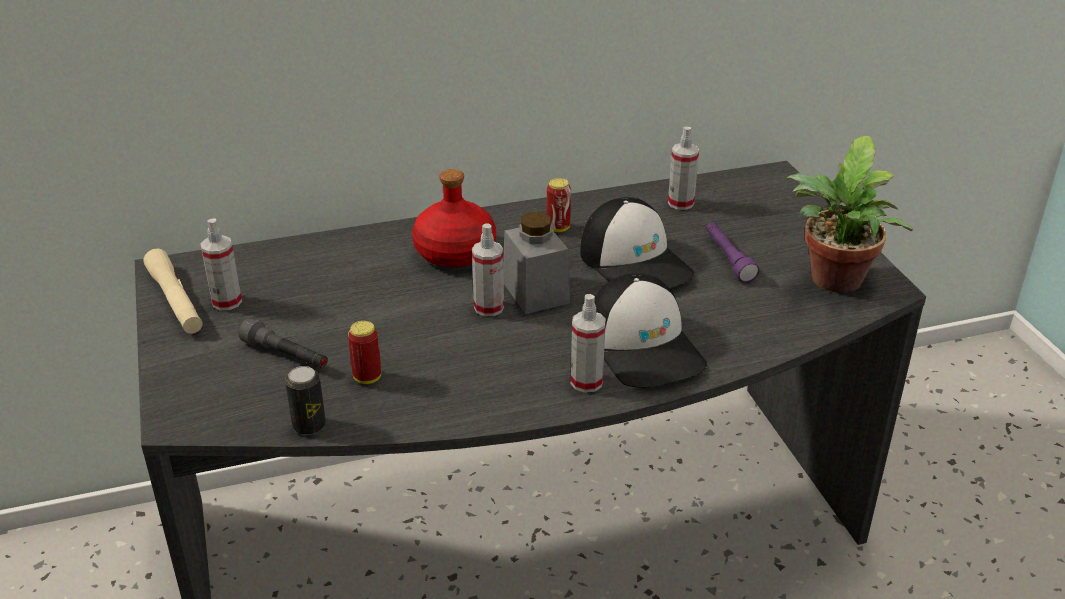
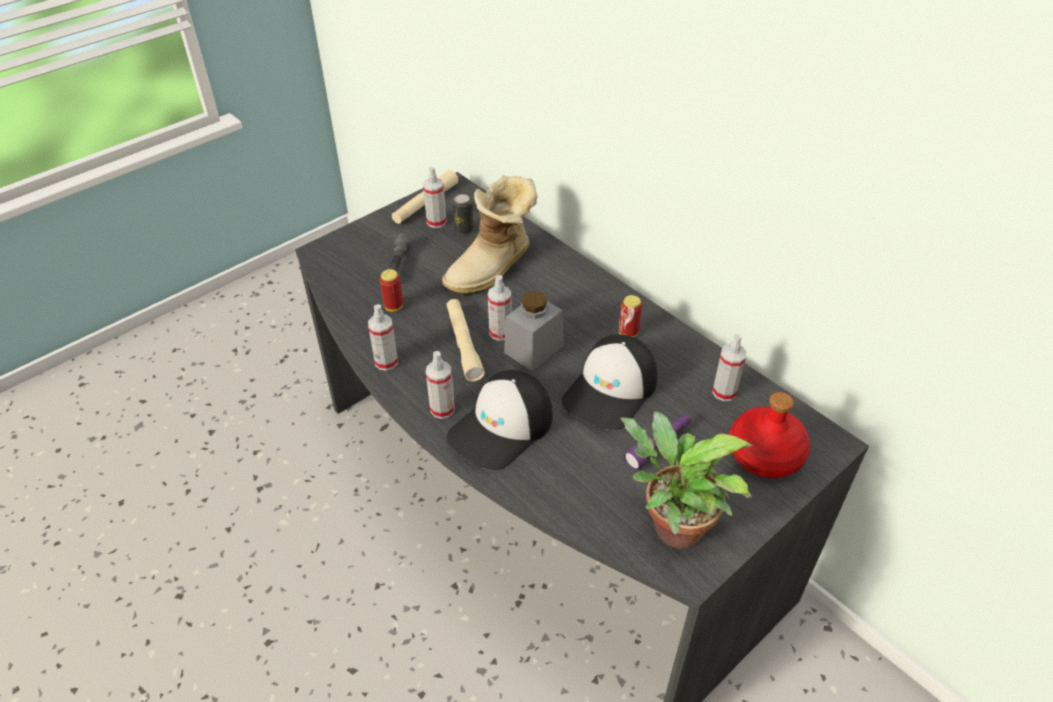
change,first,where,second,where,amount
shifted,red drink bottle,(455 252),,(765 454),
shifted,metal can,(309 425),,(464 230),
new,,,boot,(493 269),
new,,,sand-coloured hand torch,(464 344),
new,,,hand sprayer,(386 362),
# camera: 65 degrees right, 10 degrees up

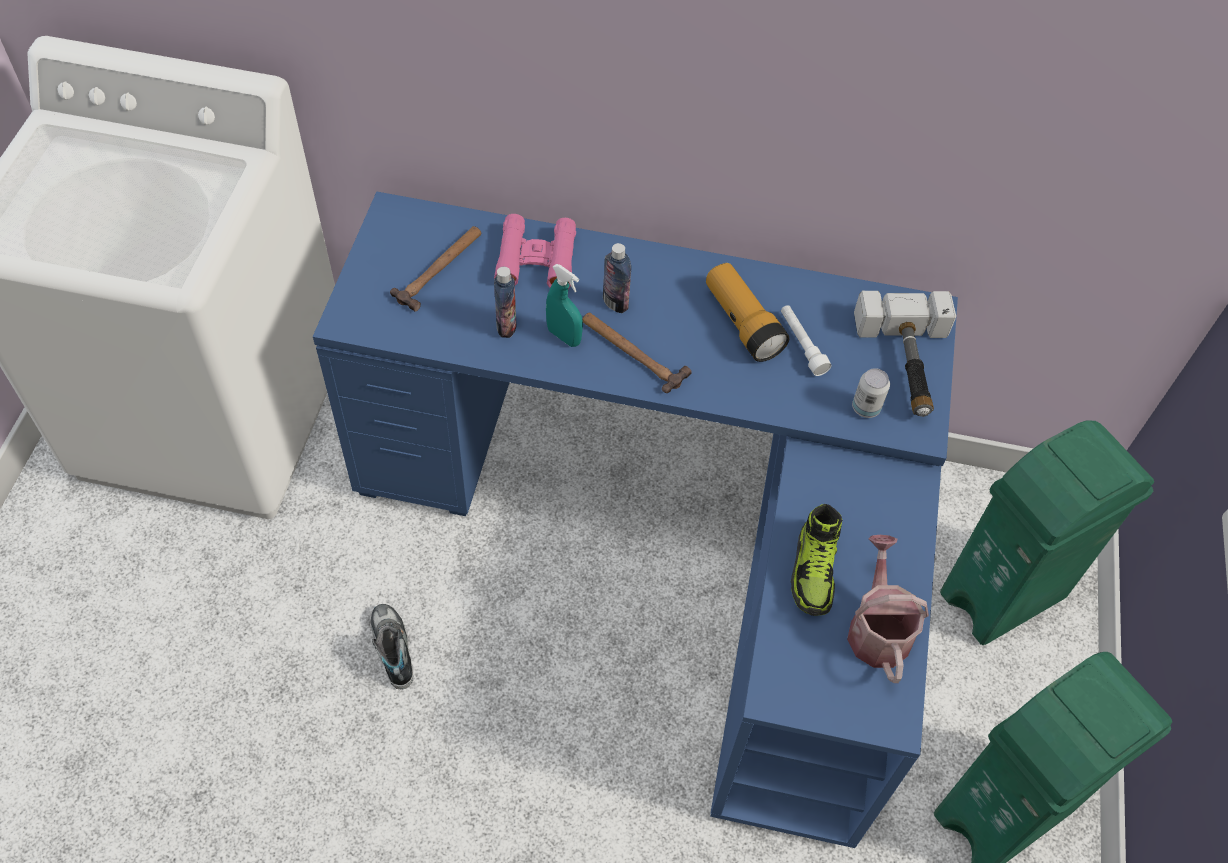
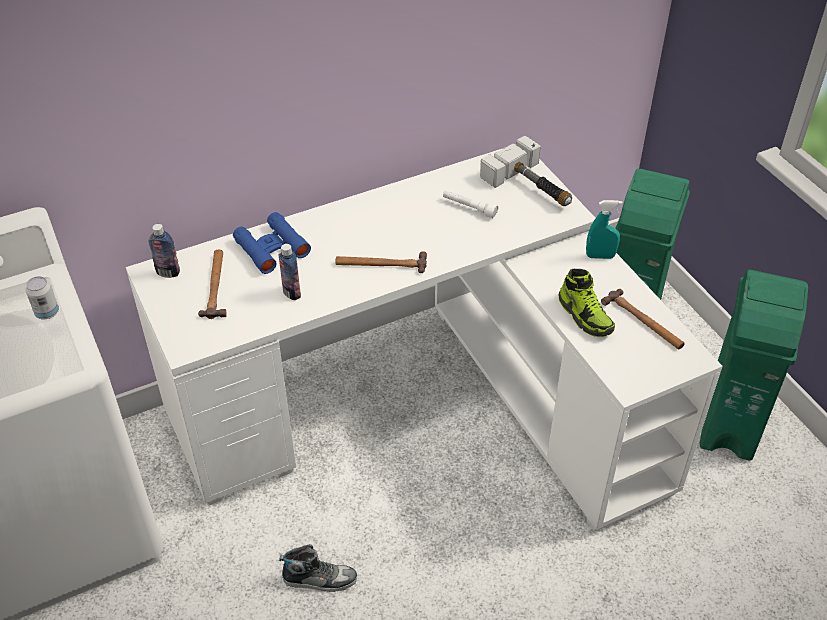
change,first,where,second,where,amount
repainted,bluish desk unit,(670 535),white-coloured desk unit,(428 401),
repainted,pinkish field glasses,(536 259),bluish field glasses,(272 248),
shifted,drink bottle,(615 303),,(168 272),
gone,hand torch,(742 323),,,
shifted,blue-green hand sprayer,(564 336),,(600 256),
shifted,metal can,(865 408),,(47 313),
swapped,sprinkling can,(877 628),hammer,(643 322),
rotated,low shoe,(392 648),,(319 579),150 degrees clockwise
# camera: 35 degrees left, 10 degrees down

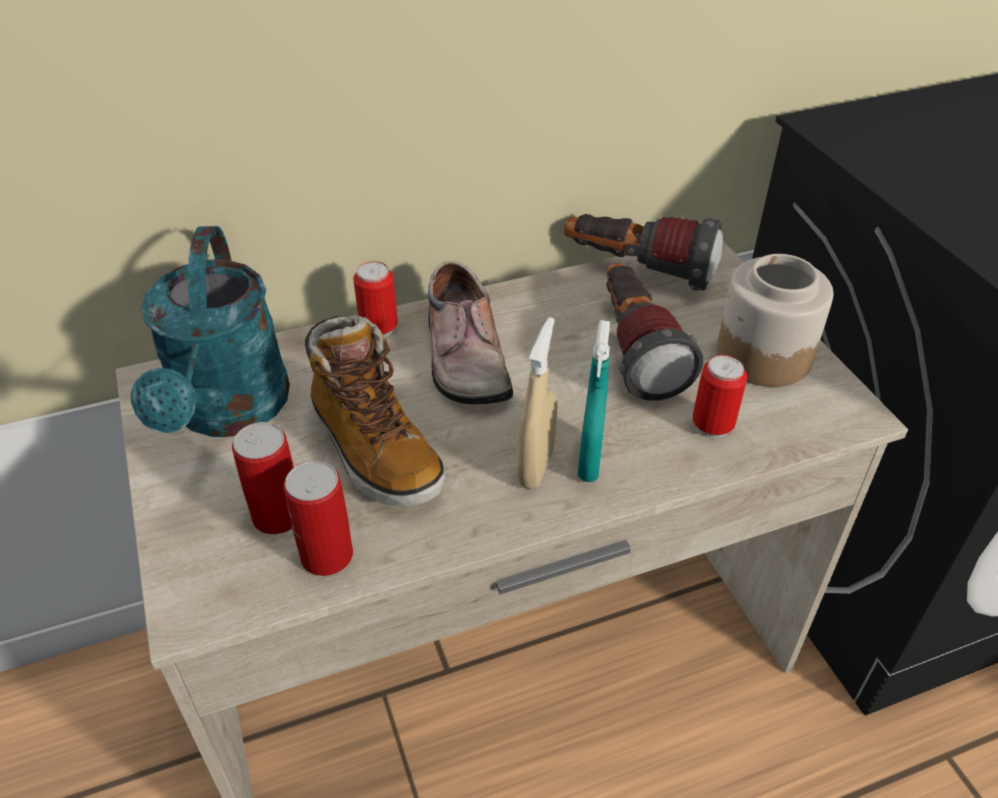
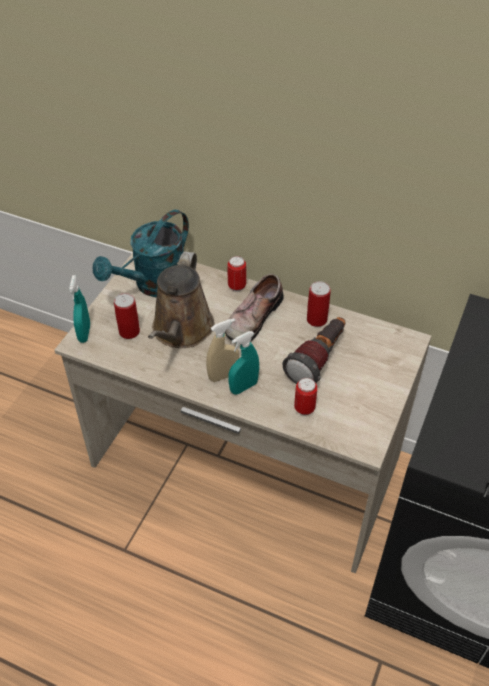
change,first,where,second,where,amount
gone,hand torch,(637 271),,,
gone,preserve jar,(762 355),,,
swapped,boot,(374 449),brown sprinkling can,(181 331),
shifted,metal can,(327 555),,(316 319),
new,,,blue-green hand sprayer,(84 333),
# camera: 45 degrees right, 5 degrees up

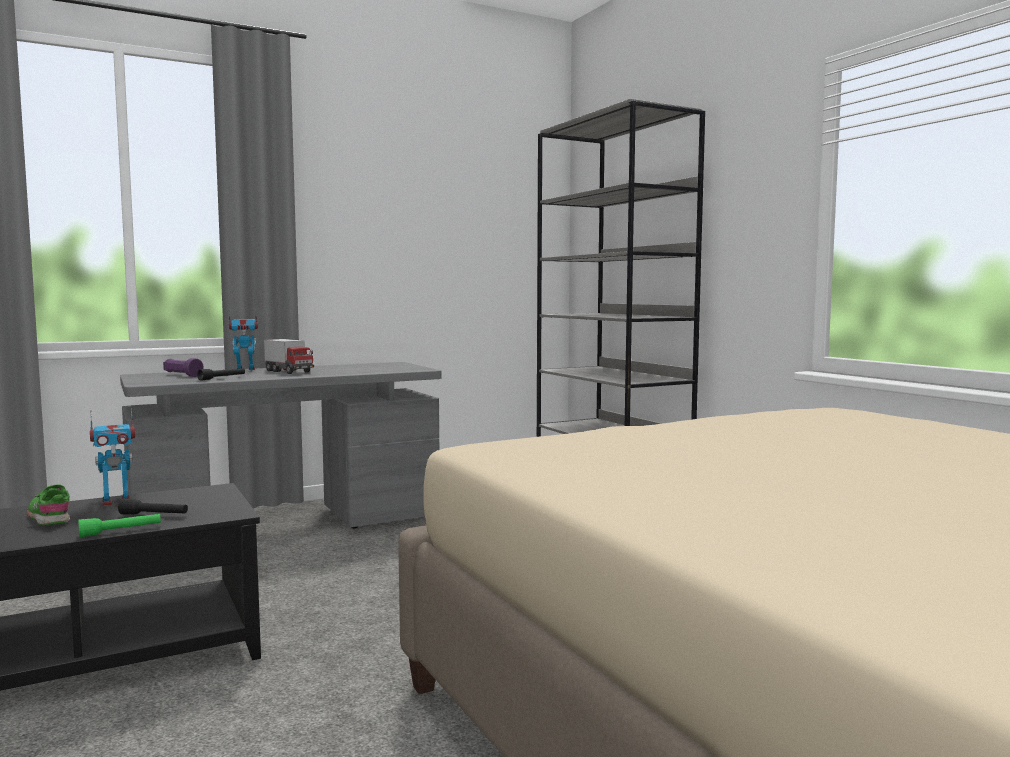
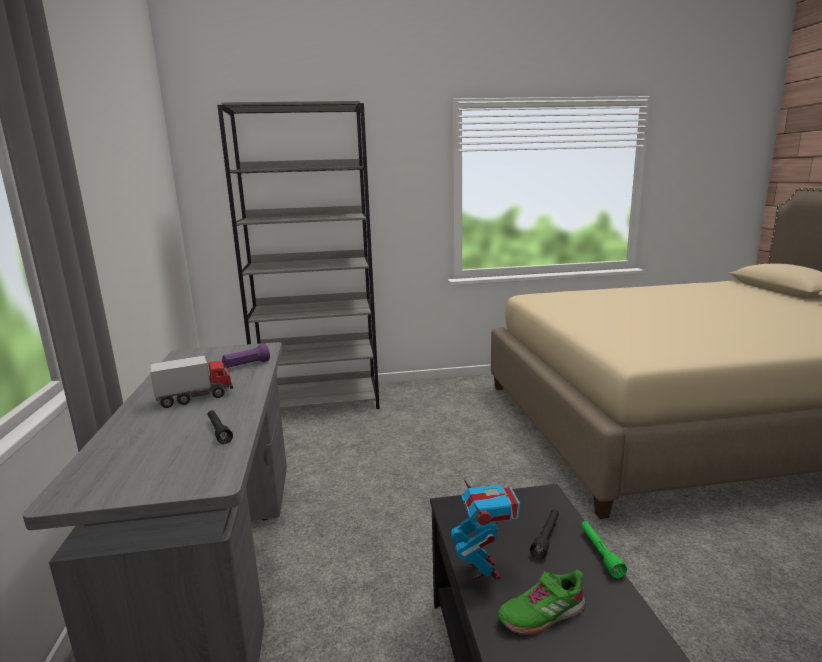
change,first,where,second,where,amount
gone,toy robot,(245 370),,,
shifted,purple-coloured hand torch,(182 375),,(246 365),
# camera: 70 degrees left, 10 degrees up

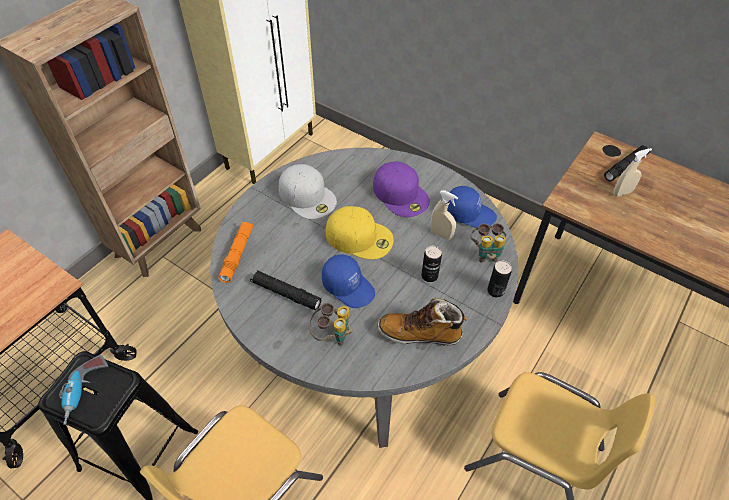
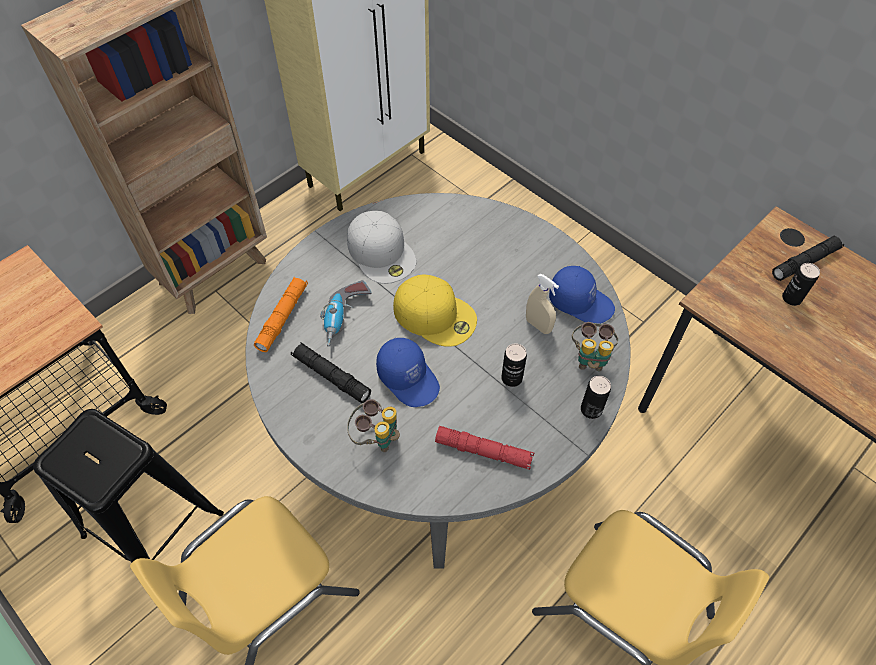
change,first,where,second,where,amount
swapped,sand-coloured hand sprayer,(622 192),metal can,(791 298),
gone,purple-coloured peaked cap,(401 194),,,
swapped,boot,(420 333),red hand torch,(483 451),
shifted,power drill,(85 392),,(345 318),
# camera: 10 degrees right, 5 degrees up

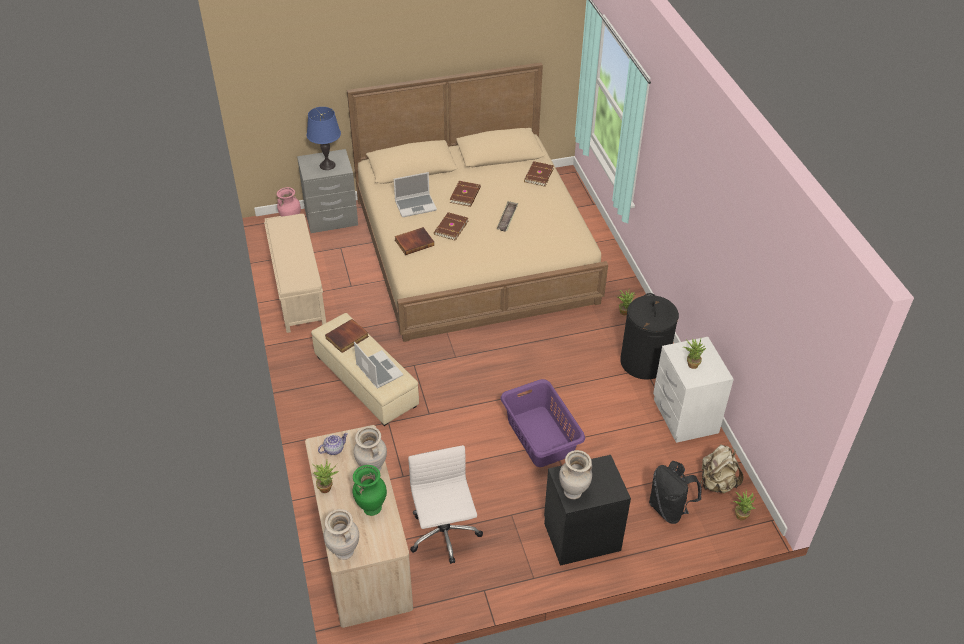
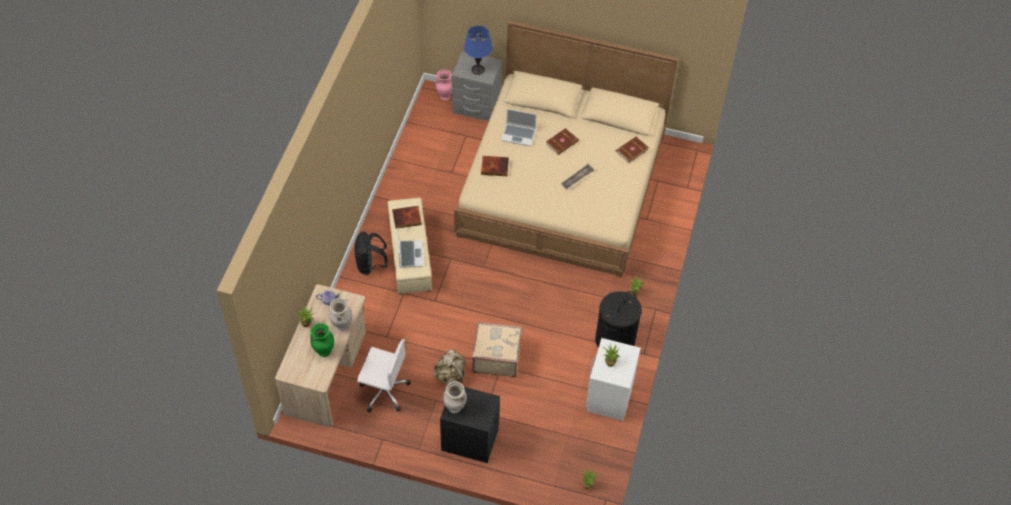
change,first,where,second,where,amount
gone,brown volume,(450 228),,,
gone,sand-coloured bench,(297 289),,,
swapped,purple-coloured hamper,(540 437),sand-coloured piece of luggage,(496 357),
shifted,sand-coloured backpack,(717 483),,(450 375),
rotated,white-coloured desk chair,(444 535),,(384 391),90 degrees clockwise
shifted,blackish backpack,(669 509),,(370 265),
gone,sand-coloured vase,(344 552),,,
# camera: 30 degrees right, 10 degrees up

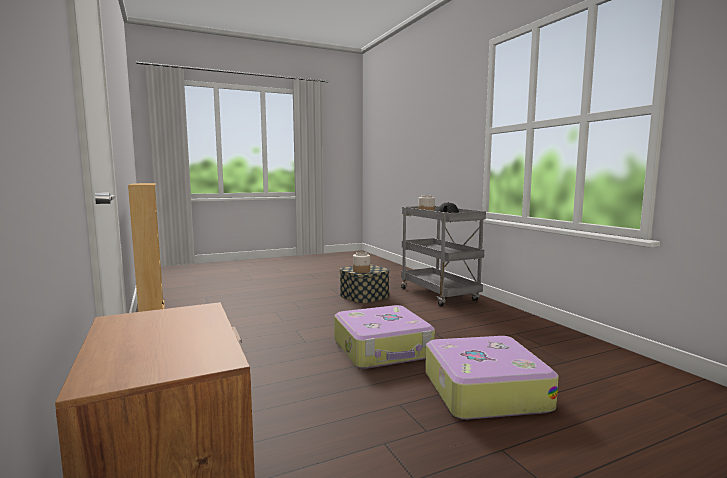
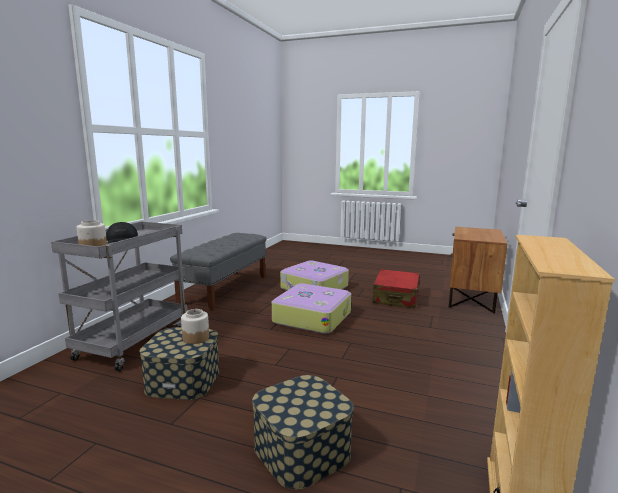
change,first,where,second,where,amount
new,,,grey bench,(225 289),
new,,,red piece of luggage,(396 297),
new,,,storage box,(302 450),
# camera: 135 degrees left, 5 degrees up

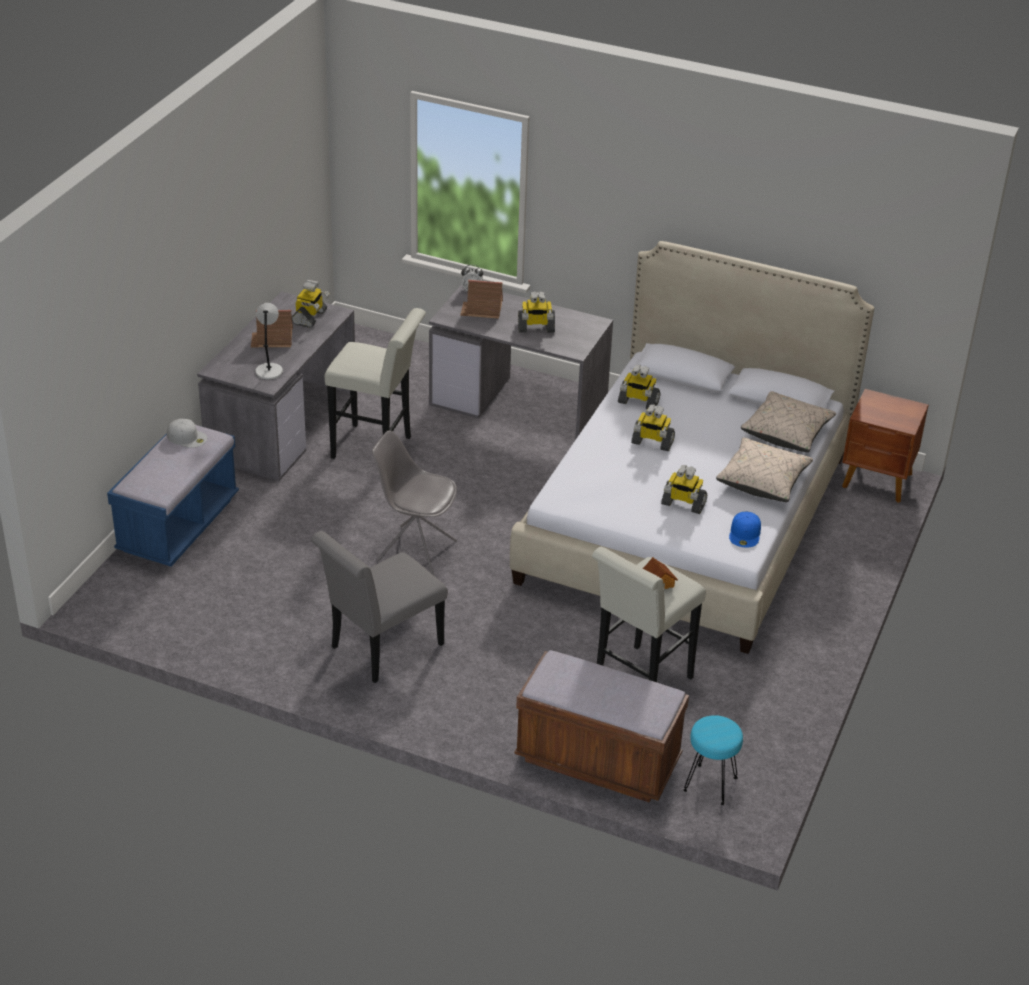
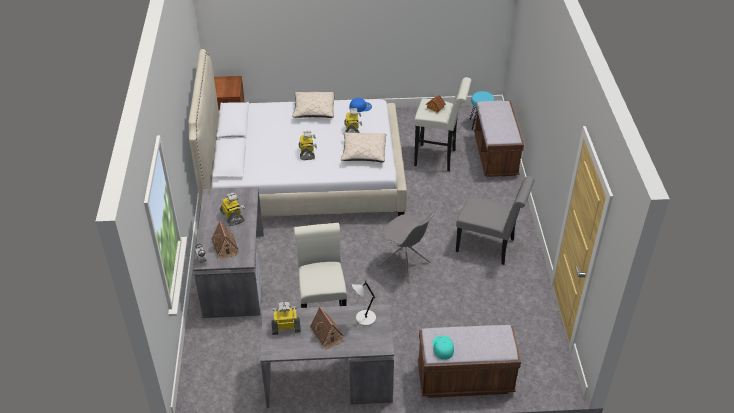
change,first,where,second,where,amount
gone,toy robot,(638 402),,,
shifted,sand-coloured cushion,(786 433),,(363 154),
repainted,white-coloured peaked cap,(187 437),blue-green peaked cap,(442 347),
repainted,bluish bench,(178 525),brown bench,(465 379),
rotated,grey plain chair,(415 550),,(405 264),45 degrees counterclockwise
# camera: 115 degrees left, 5 degrees up

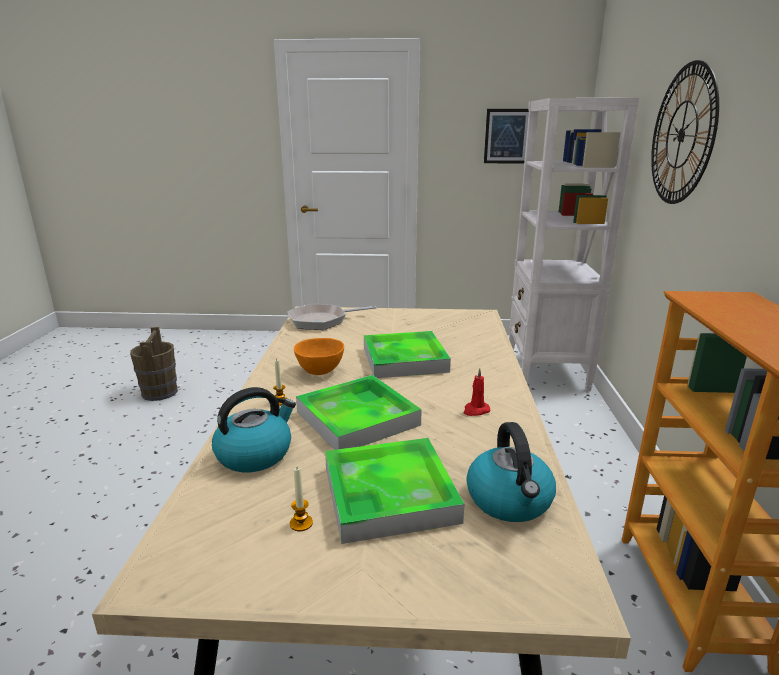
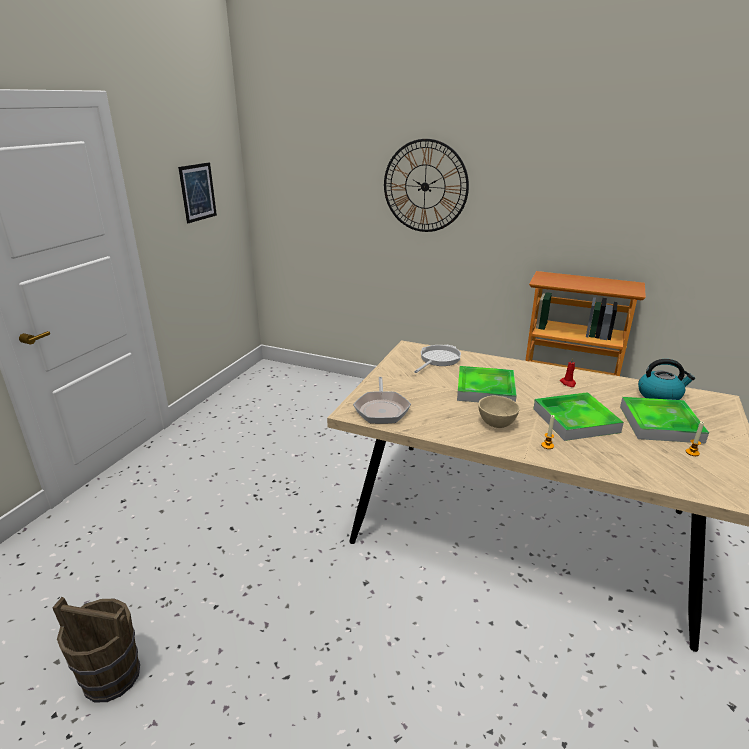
change,first,where,second,where,amount
gone,white-coloured bookcase,(546 372),,,
repainted,orangey deep dish,(321 371),sand-coloured deep dish,(496 423),
gone,kettle,(255 454),,,
new,,,pan,(438 359),
# camera: 70 degrees left, 5 degrees up

